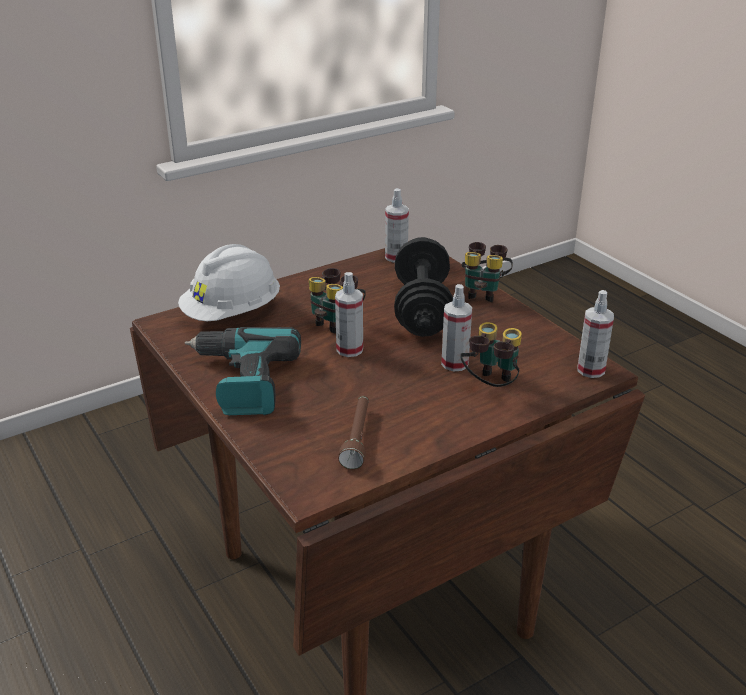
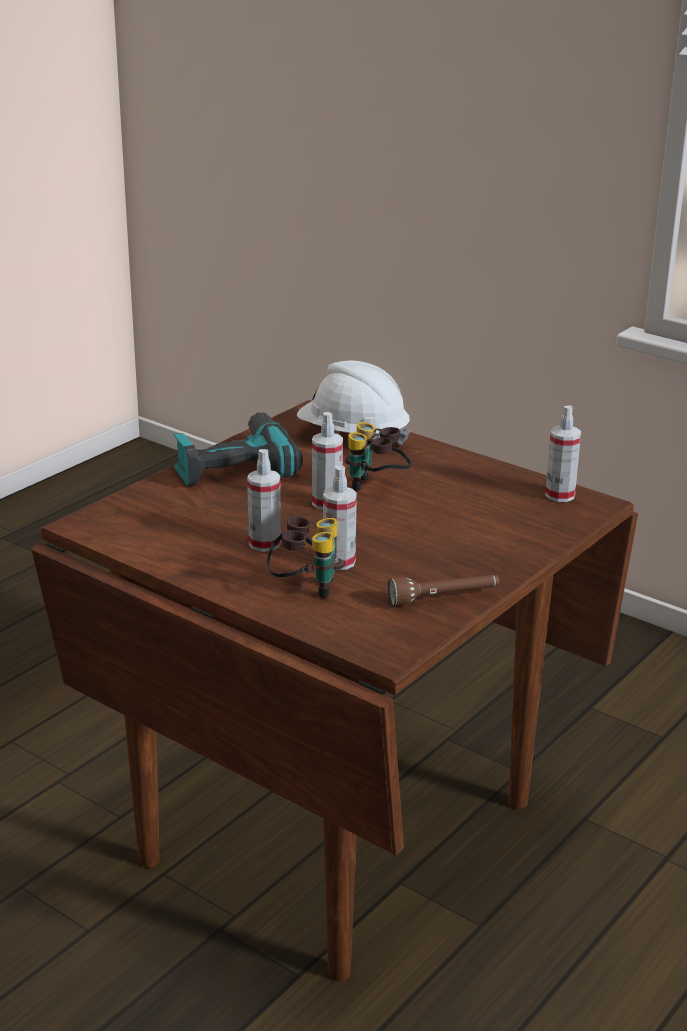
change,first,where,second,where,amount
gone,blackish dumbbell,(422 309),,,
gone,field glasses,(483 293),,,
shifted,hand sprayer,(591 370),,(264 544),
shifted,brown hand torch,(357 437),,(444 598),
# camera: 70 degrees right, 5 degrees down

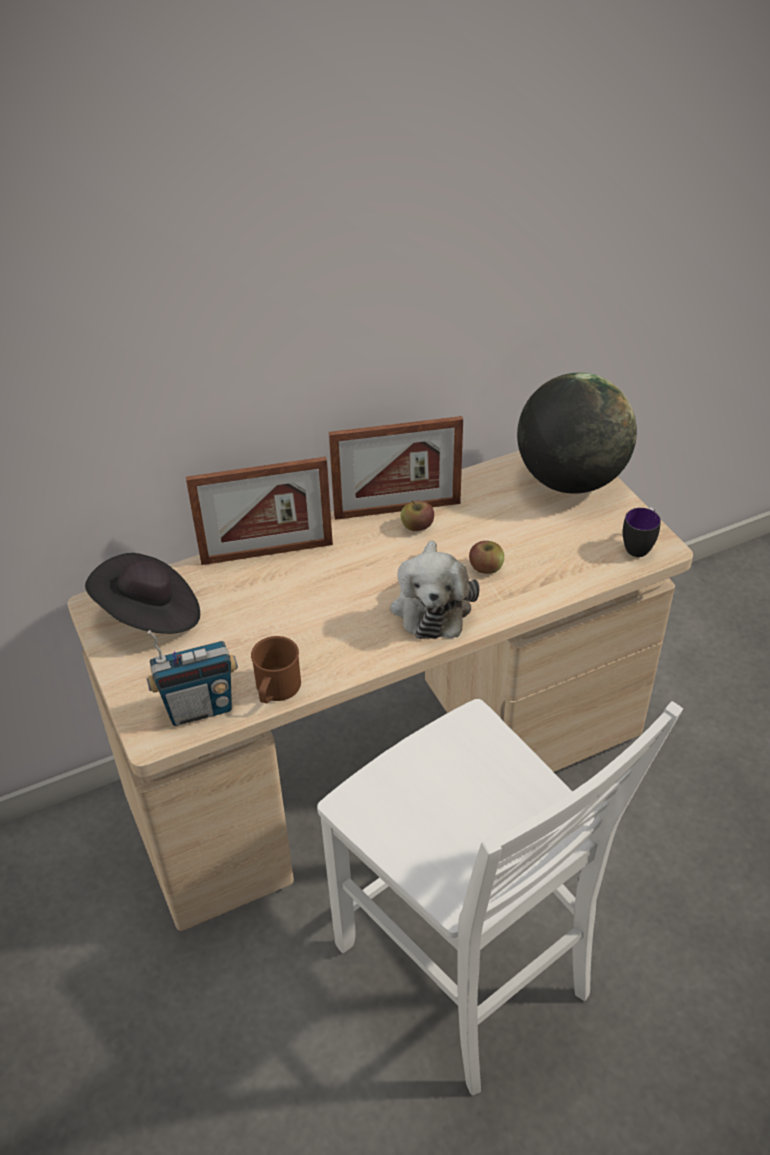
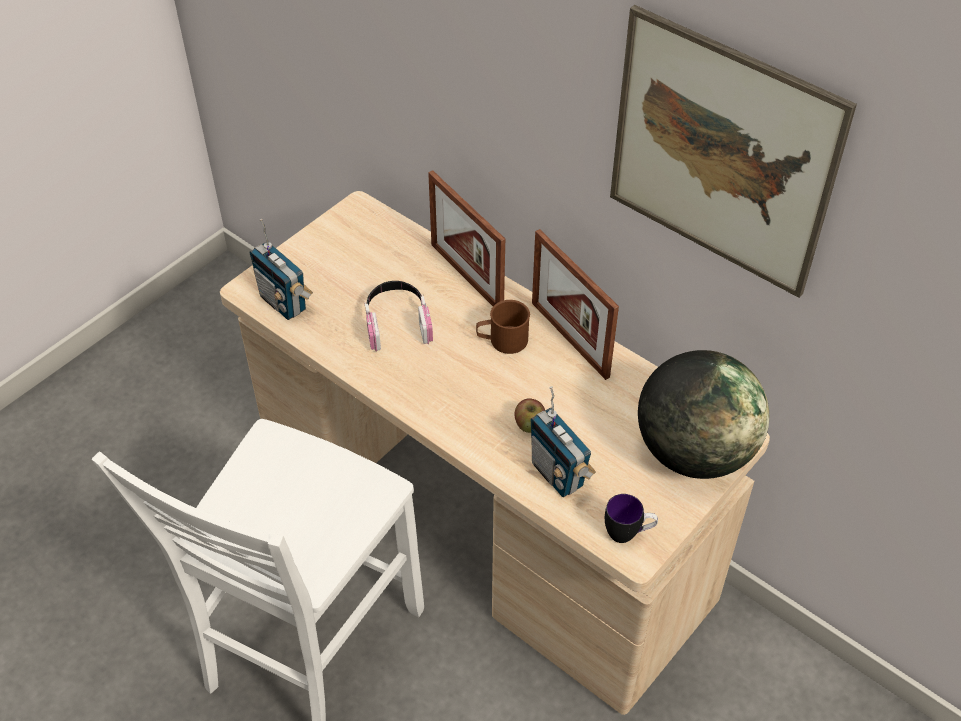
change,first,where,second,where,amount
gone,apple,(417 526),,,
gone,cuddly toy,(431 604),,,
gone,blackish clothing hat,(150 615),,,
shifted,brown coffee mug,(276 690),,(502 341),
new,,,wall picture,(721 154),
new,,,headset,(397 322),
new,,,radio,(558 474),
# camera: 65 degrees right, 5 degrees up

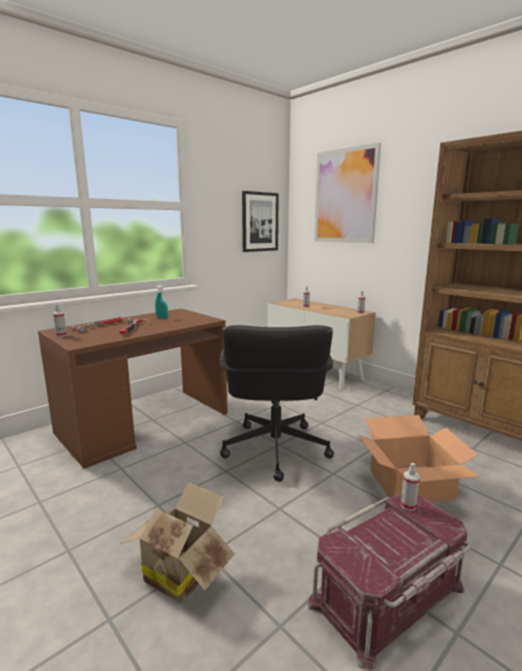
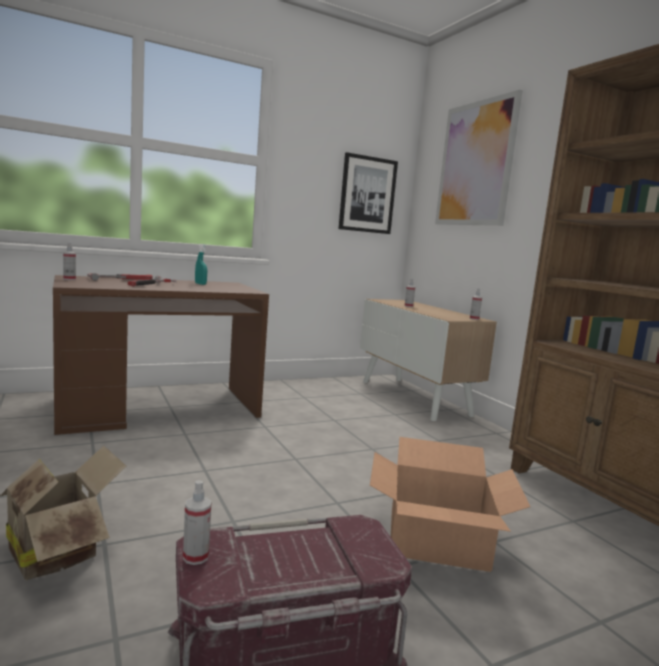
change,first,where,second,where,amount
gone,blackish desk chair,(274 450),,,
shifted,hand sprayer,(408 505),,(196 557),
# camera: 15 degrees right, 5 degrees down

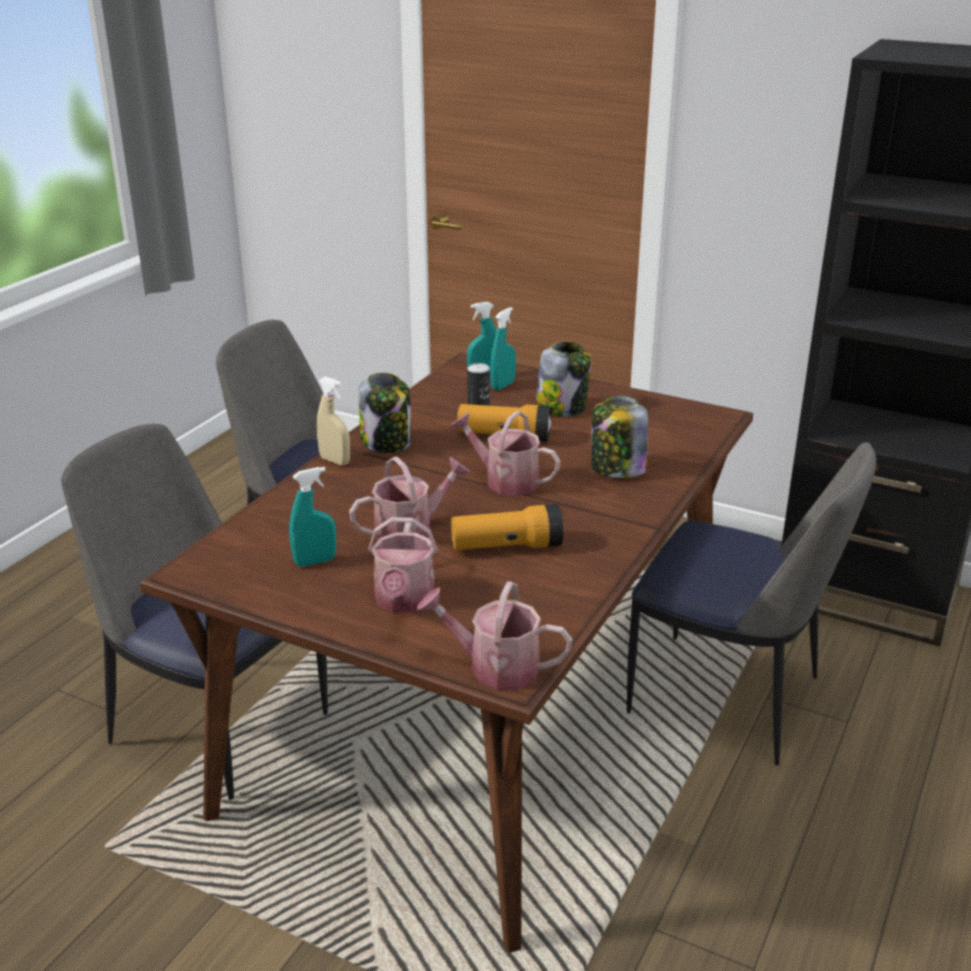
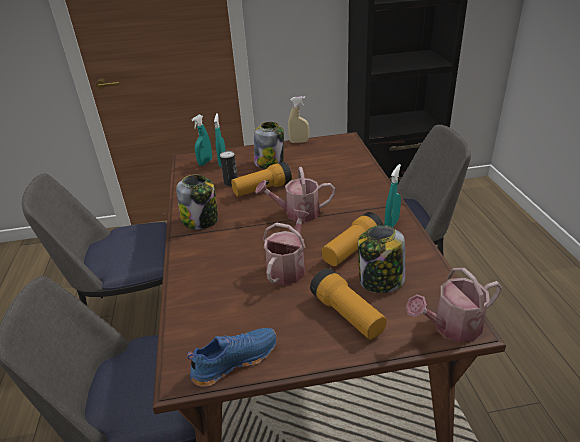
change,first,where,second,where,amount
shifted,sand-coloured hand sprayer,(335 461),,(299 142),
shifted,preserve jar,(617 469),,(380 281),
shifted,blue-green hand sprayer,(315 562),,(391 224),
swapped,sprinkling can,(403 601),hand torch,(347 314),
new,,,bluish low shoe,(234 360),
# camera: 35 degrees left, 5 degrees up

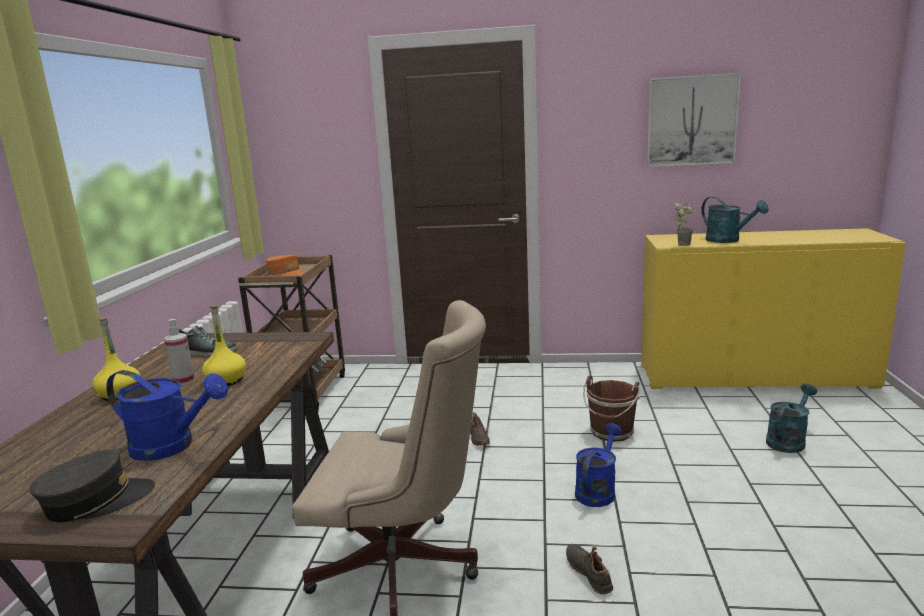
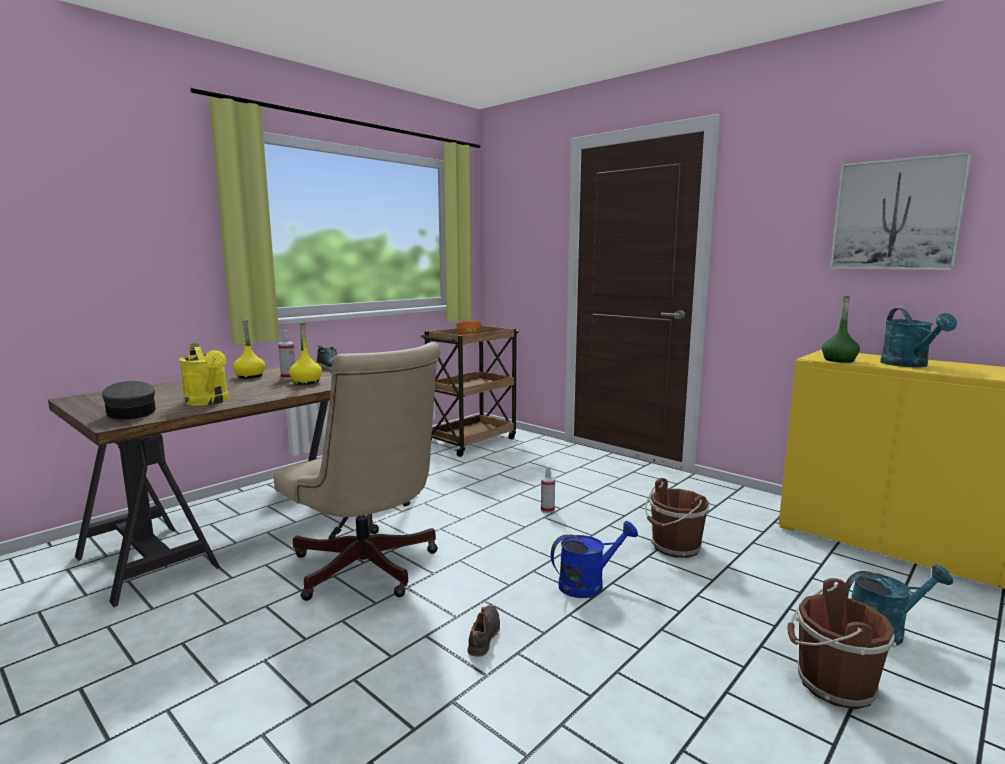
change,first,where,second,where,amount
swapped,potted plant,(683 244),green-coloured drink bottle,(839 360),
repainted,bluish sprinkling can,(172 446),yellow sprinkling can,(209 402),
swapped,blackish low shoe,(478 438),hand sprayer,(547 510),
rotated,grey peaked cap,(96 501),,(131 413),135 degrees counterclockwise
new,,,brown pail,(832 684),
# camera: 35 degrees right, 5 degrees down

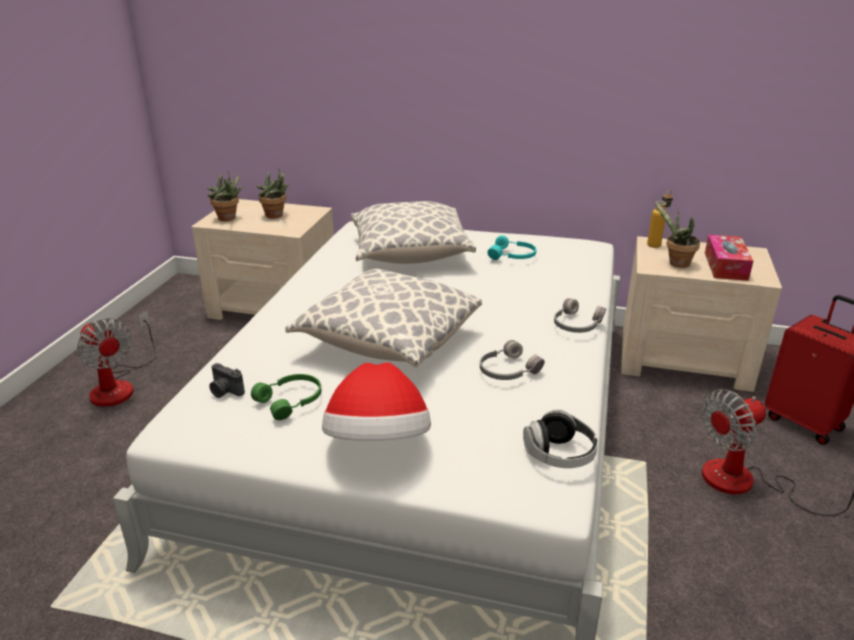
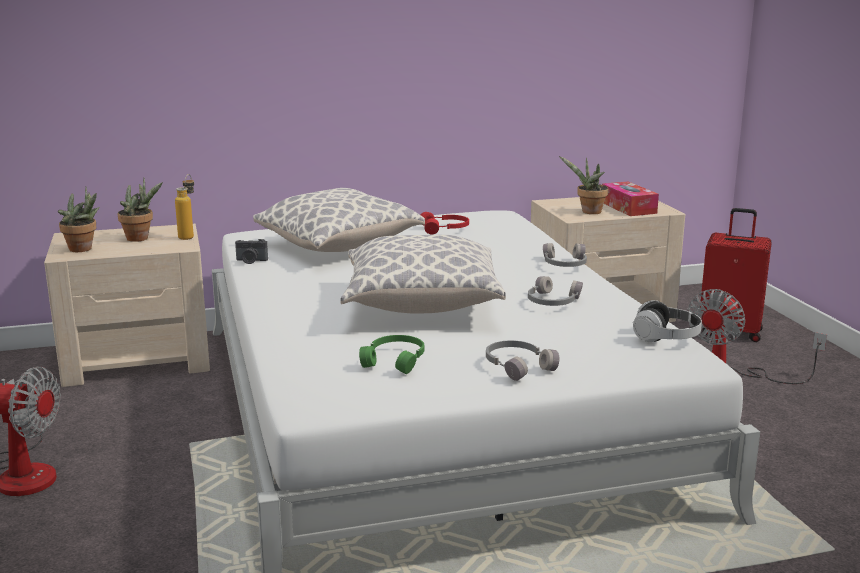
change,first,where,second,where,amount
shifted,drink bottle,(656 244),,(189 236),
repainted,blue-green headset,(512 256),red headset,(445 229),
swapped,clothing hat,(378 443),grey headset,(518 366),
shifted,still camera,(225 391),,(251 261),
# camera: 30 degrees left, 10 degrees down

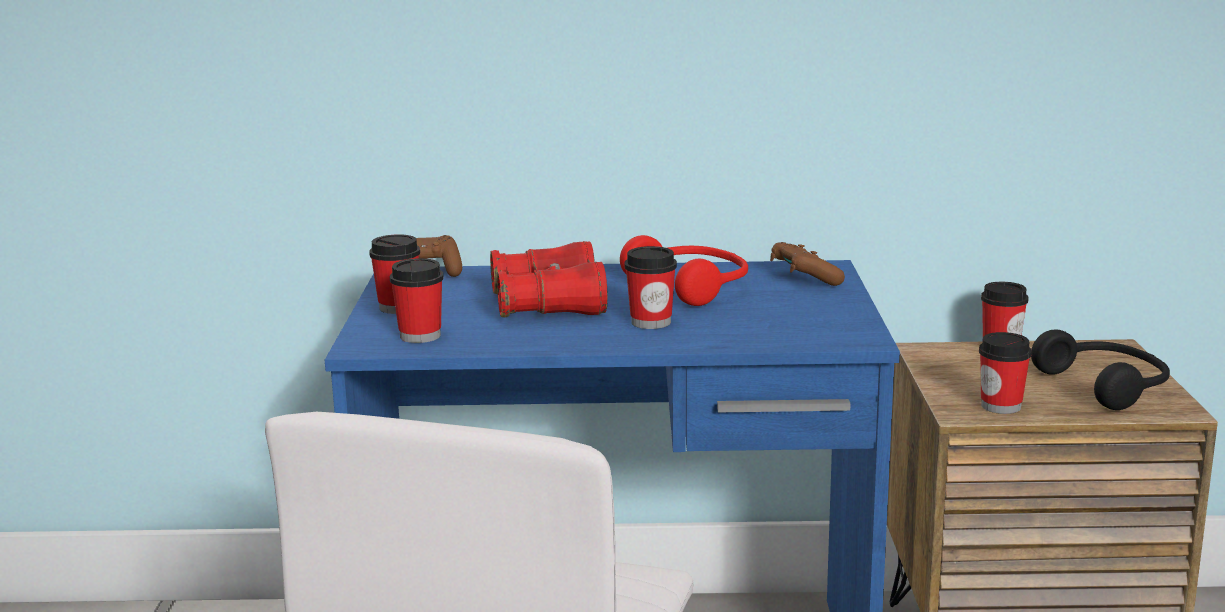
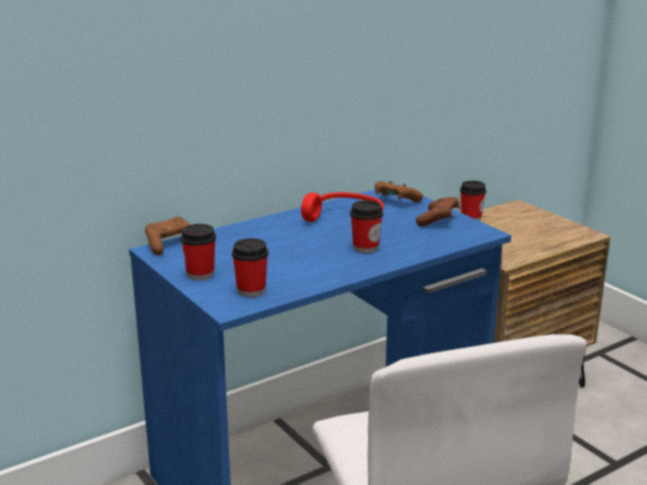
change,first,where,second,where,amount
gone,red field glasses,(549 304),,,
gone,blackish headset,(1106 386),,,
gone,small cup,(1001 406),,,
new,,,brown gamepad,(438 220),
# camera: 35 degrees left, 5 degrees up

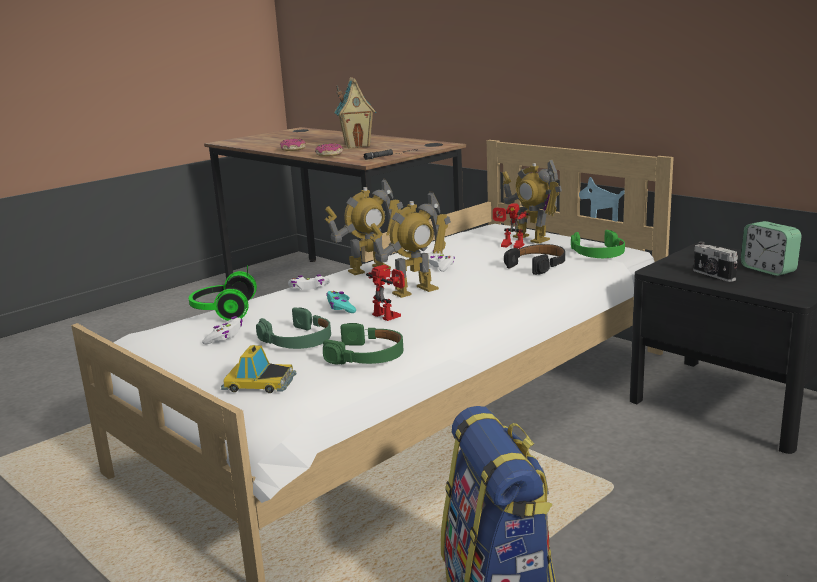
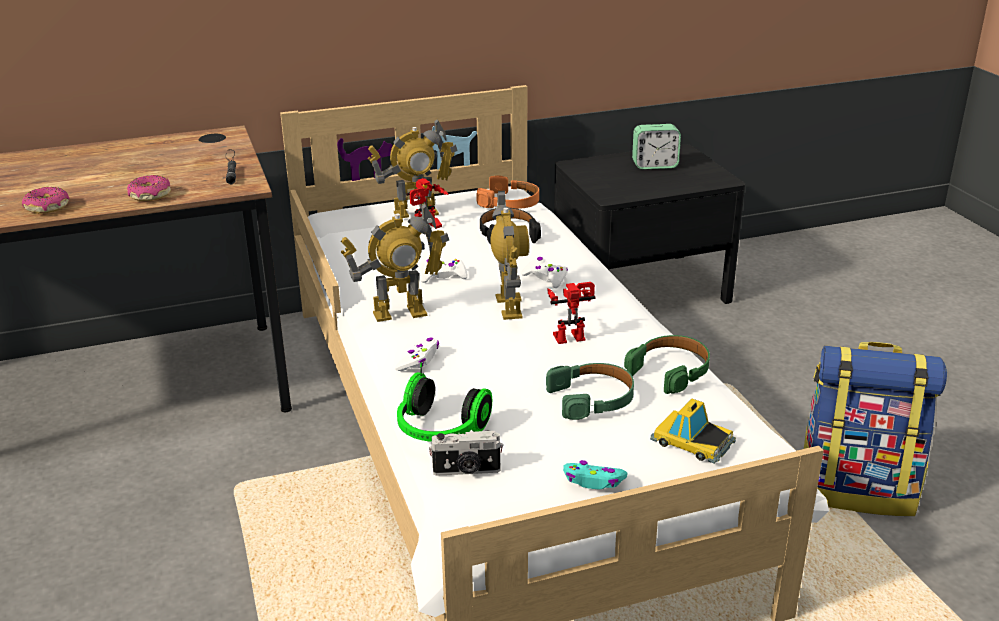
change,first,where,second,where,amount
gone,miniature house,(357 145),,,
rotated,toy robot,(369 269),,(400 313),75 degrees clockwise
repainted,green-coloured headset,(598 253),orangey headset,(510 202),
shifted,still camera,(713 275),,(466 471),
shifted,blue-green gamepad,(341 307),,(594 481),
shifted,white-coloured gamepad,(224 336),,(545 278),
rotated,toy car,(259 383),,(692 441),90 degrees clockwise
# camera: 65 degrees left, 10 degrees up

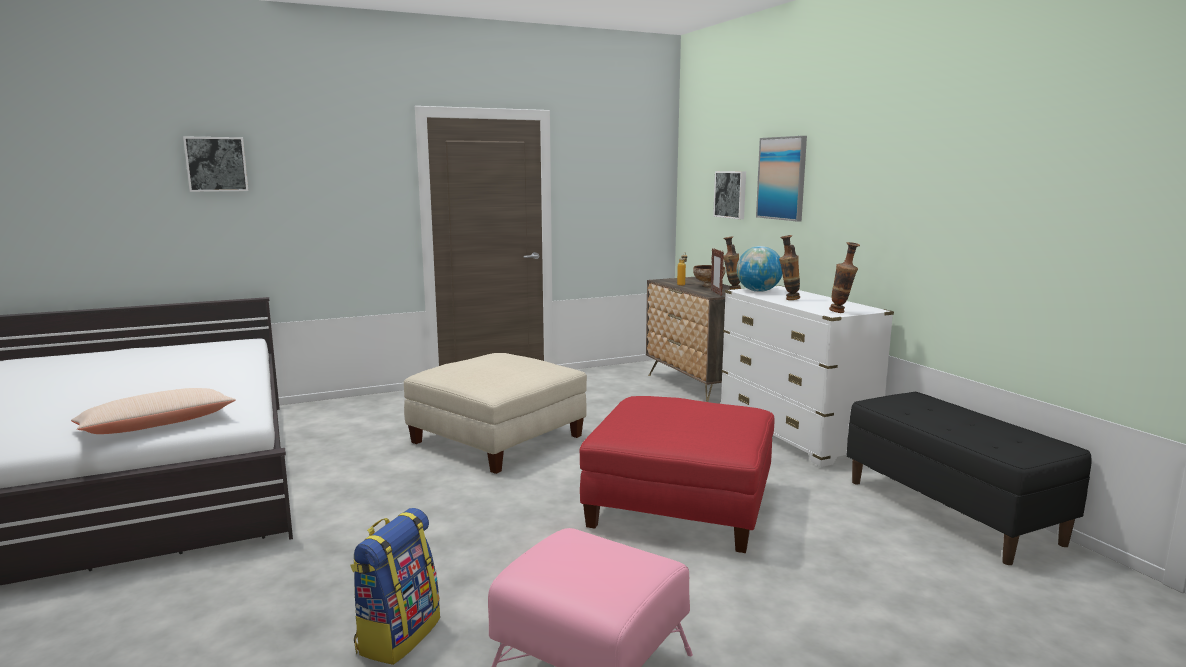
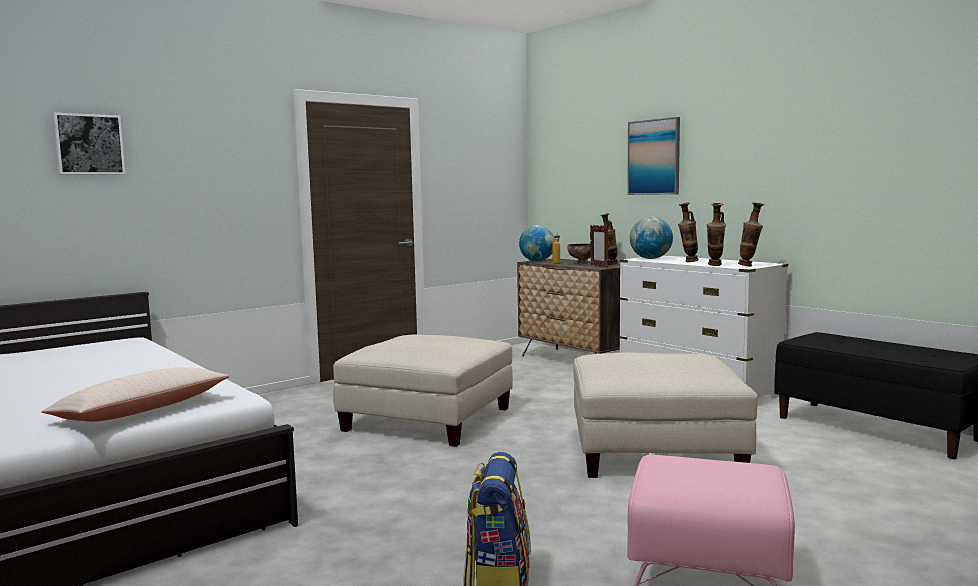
change,first,where,second,where,amount
gone,wall picture,(731 194),,,
repainted,red footrest,(681 504),sand-coloured footrest,(655 450),
new,,,vase,(715 265),
new,,,world globe,(537 261),
# camera: 15 degrees left, 5 degrees down

